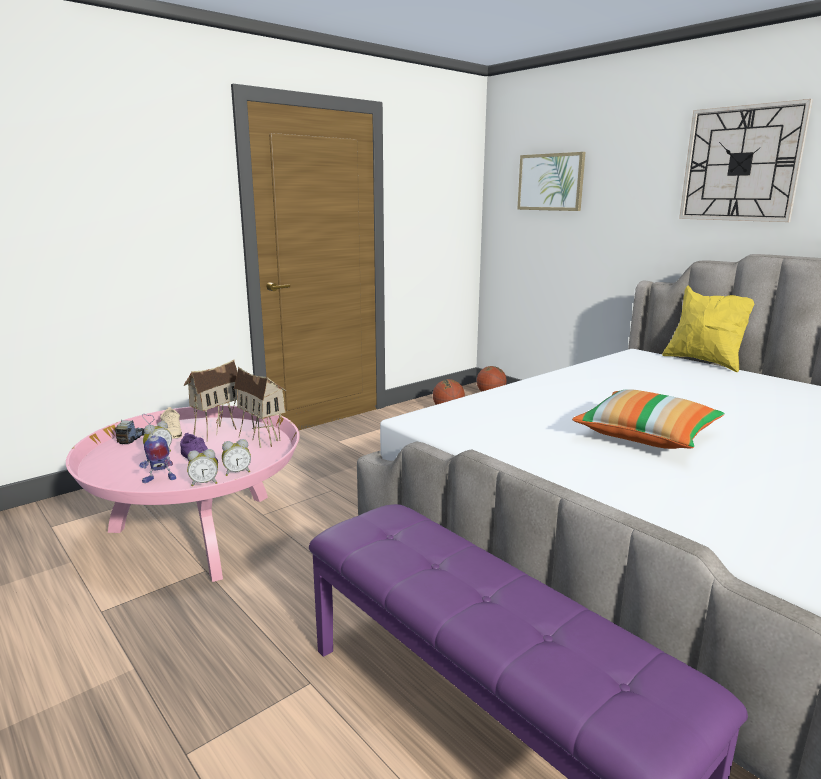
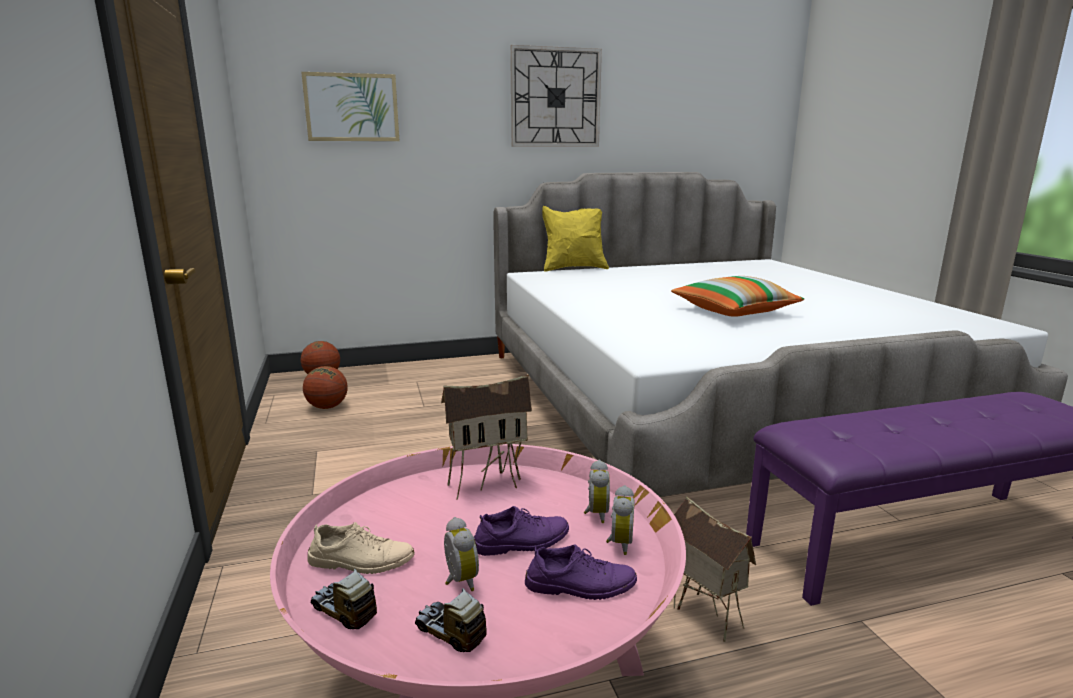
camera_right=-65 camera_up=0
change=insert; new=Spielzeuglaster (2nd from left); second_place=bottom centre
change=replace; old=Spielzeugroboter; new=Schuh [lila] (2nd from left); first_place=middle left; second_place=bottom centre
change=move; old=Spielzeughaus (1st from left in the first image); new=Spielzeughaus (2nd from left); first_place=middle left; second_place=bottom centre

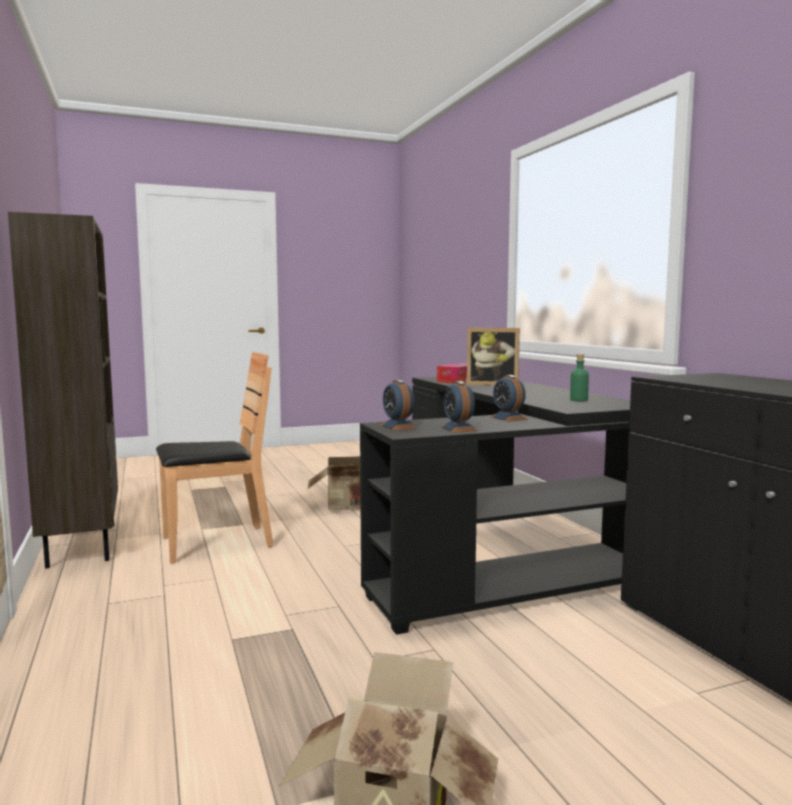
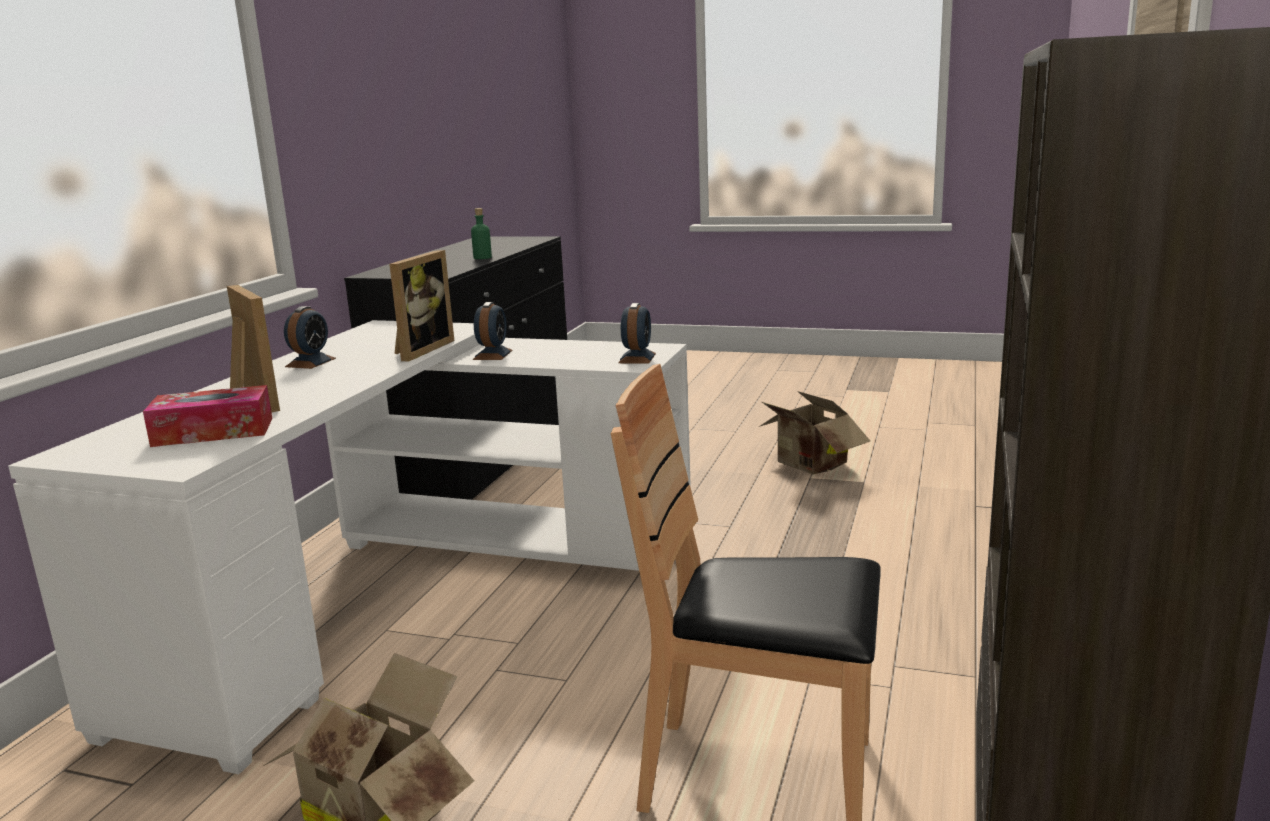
camera_right=-140 camera_up=10
change=recolor; old=Schreibtisch [schwarz]; new=Schreibtisch [weiß]; first_place=centre; second_place=middle left
change=move; old=Wecker (2nd from left in the first image); new=Wecker (1st from left); first_place=centre; second_place=middle left
change=insert; new=Bilderrahmen (2nd from left); second_place=middle left
change=move; old=Flasche [grün]; first_place=middle right; second_place=top centre

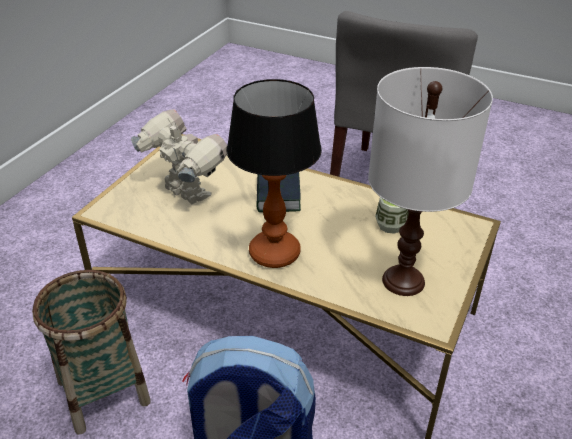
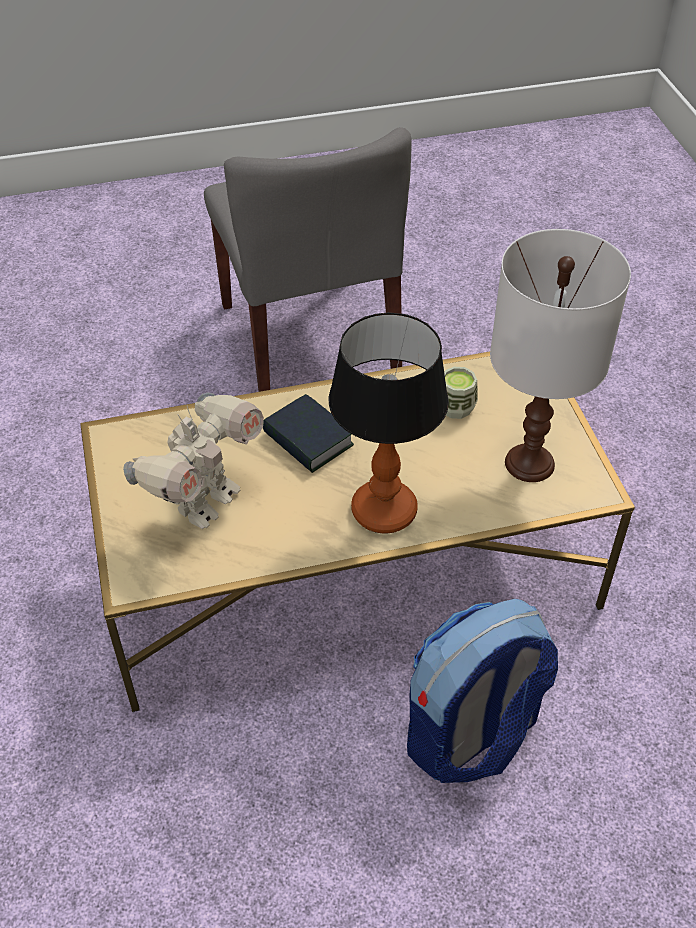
camera_right=-40 camera_up=10
change=rotate; old=Spielzeugroboter; first_place=middle left; second_place=middle left; degrees=120
change=delete; old=Korb; first_place=bottom left

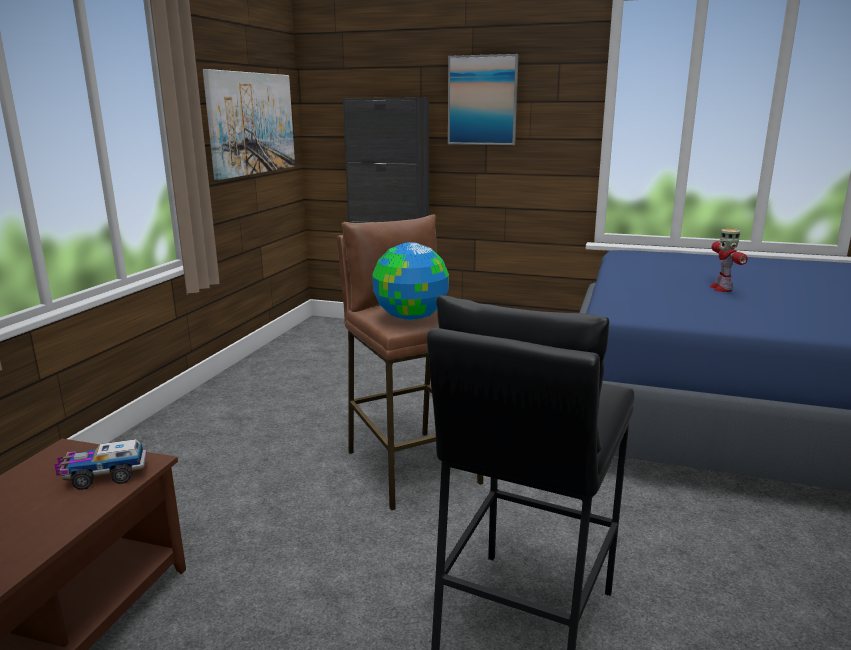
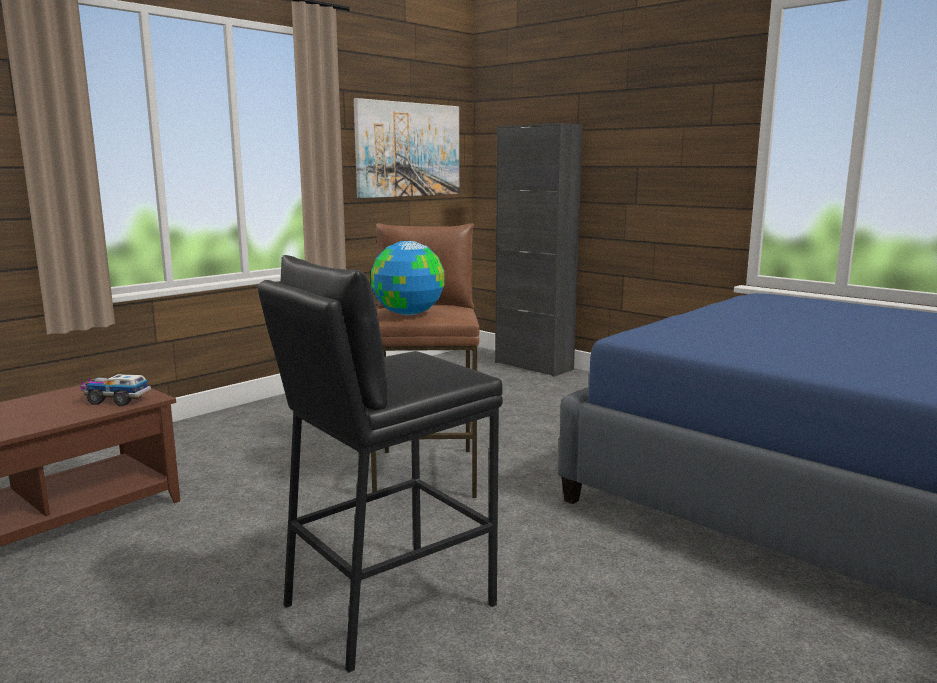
camera_right=25 camera_up=-5
change=delete; old=Bild (2nd from left); first_place=top centre
change=delete; old=Spielzeugroboter; first_place=middle right

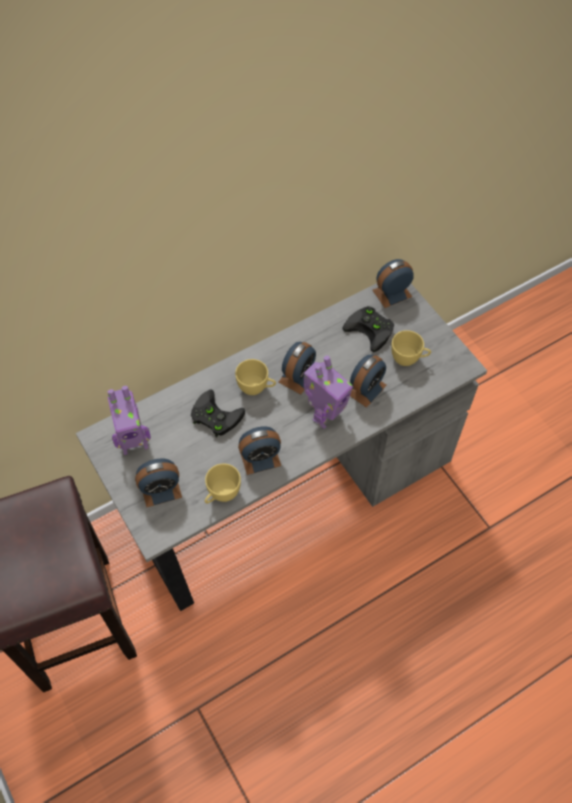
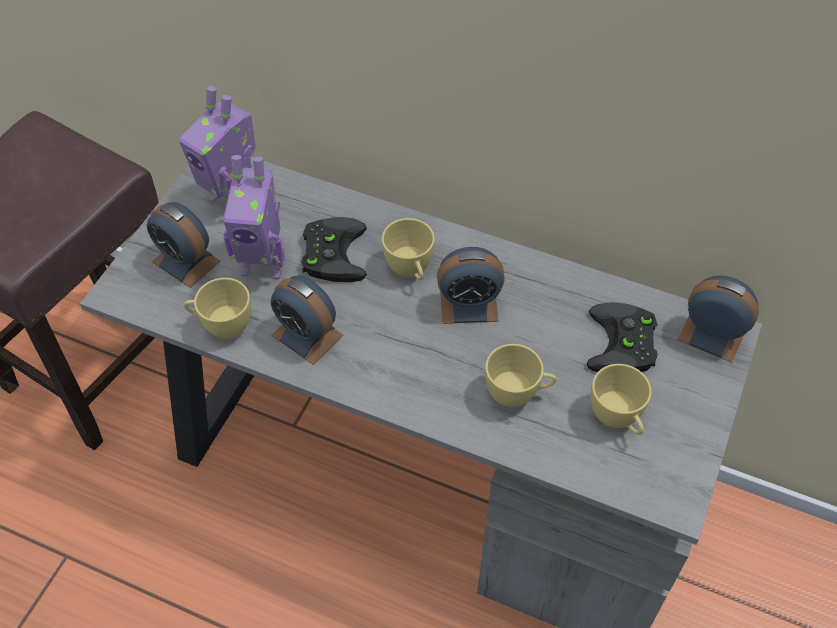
camera_right=55 camera_up=-5
change=move; old=Spielzeugroboter (2nd from left); first_place=centre; second_place=middle left
change=replace; old=Wecker (4th from left); new=Tasse [gelb] (3rd from left); first_place=centre; second_place=centre

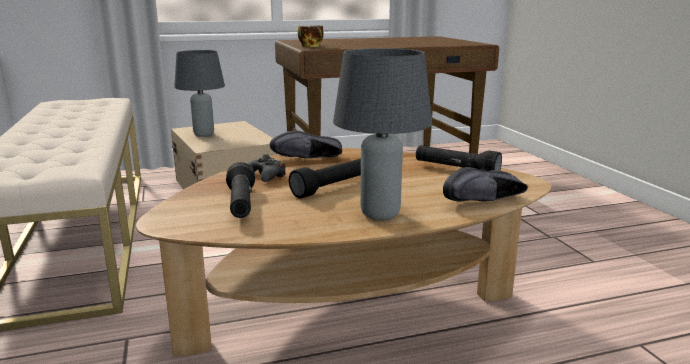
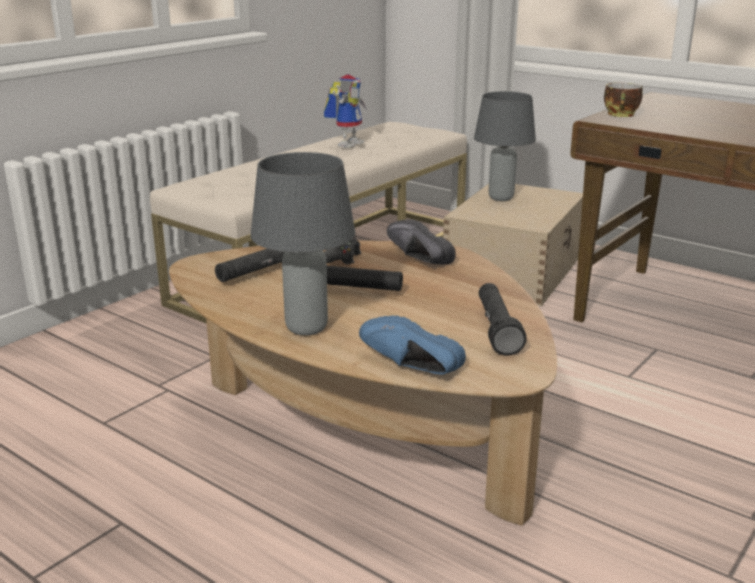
camera_right=55 camera_up=5
change=insert; new=Spielzeugroboter; second_place=top centre
change=recolor; old=Schuh [schwarz] (2nd from left); new=Schuh [blau]; first_place=middle right; second_place=centre

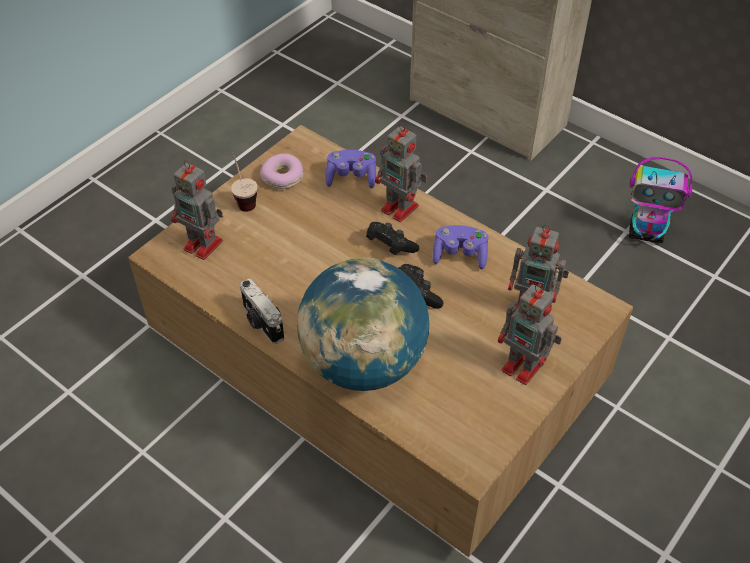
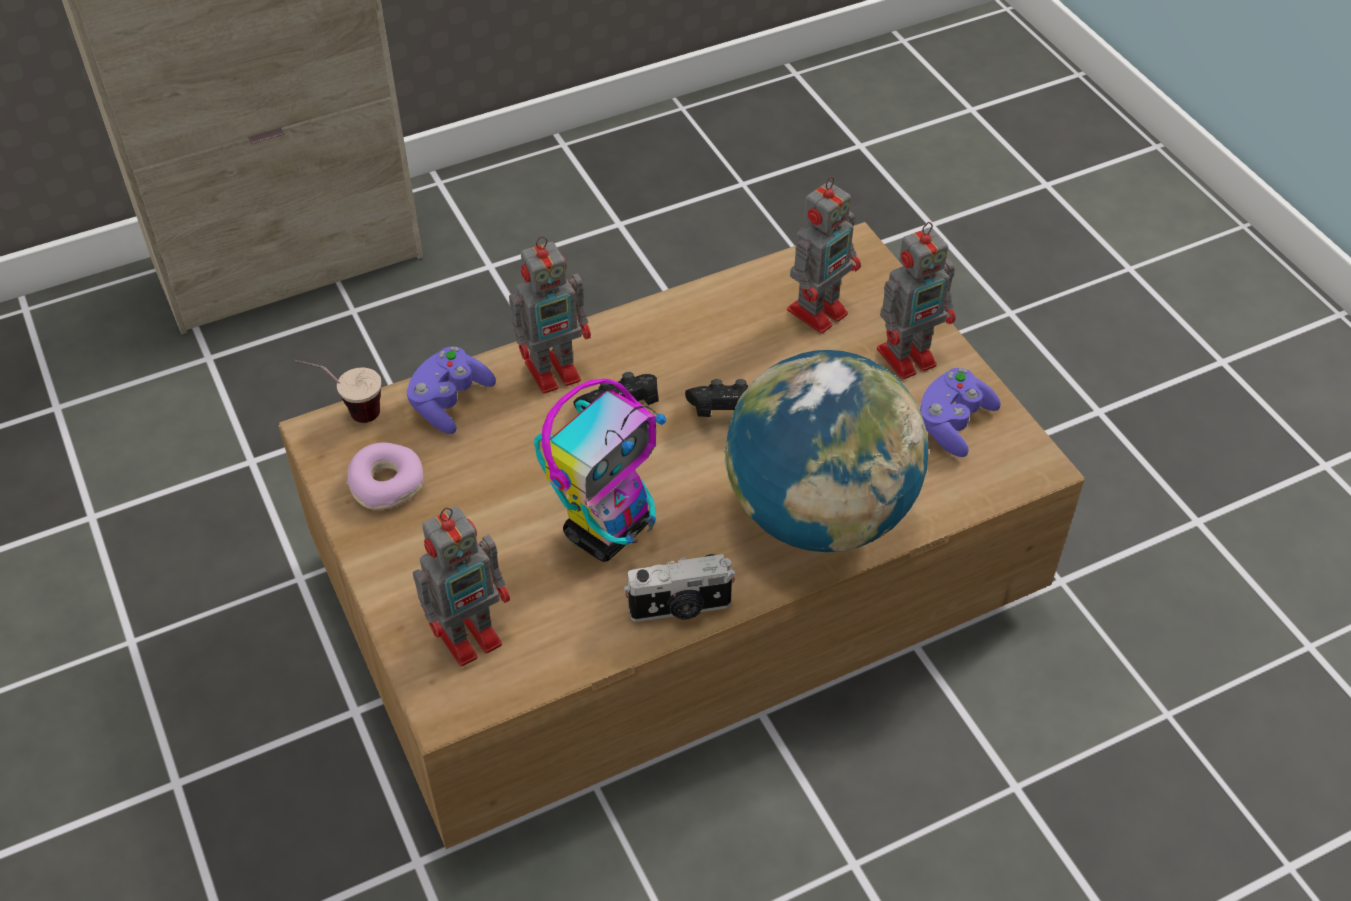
camera_right=-65 camera_up=0
change=move; old=Tasse; first_place=top left; second_place=middle left
change=move; old=Spielzeugroboter (5th from left in the first image); new=Spielzeugroboter (3rd from left); first_place=middle right; second_place=centre
change=move; old=Gamepad [lila] (2nd from left); first_place=centre; second_place=middle right

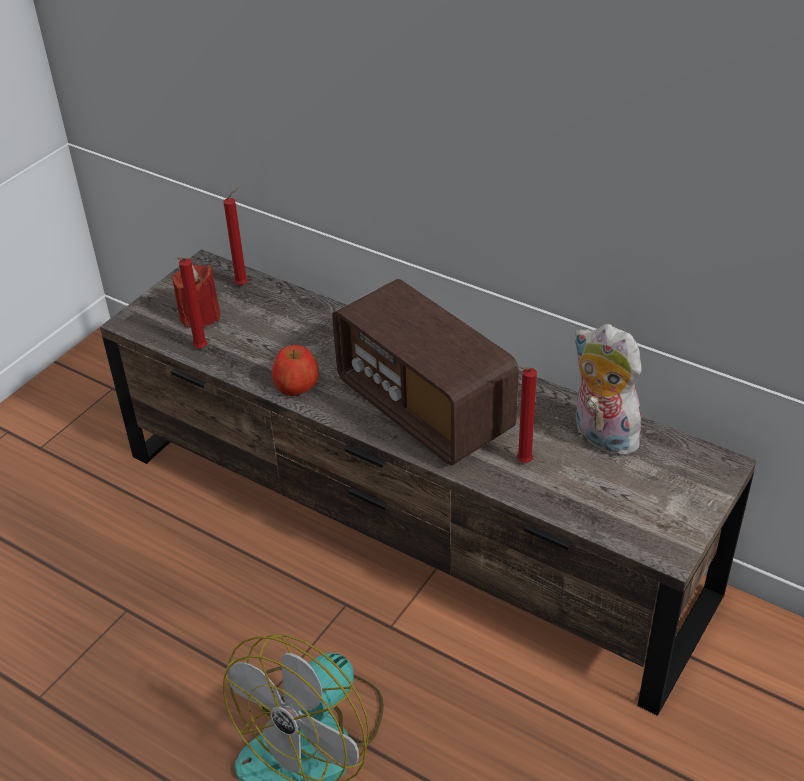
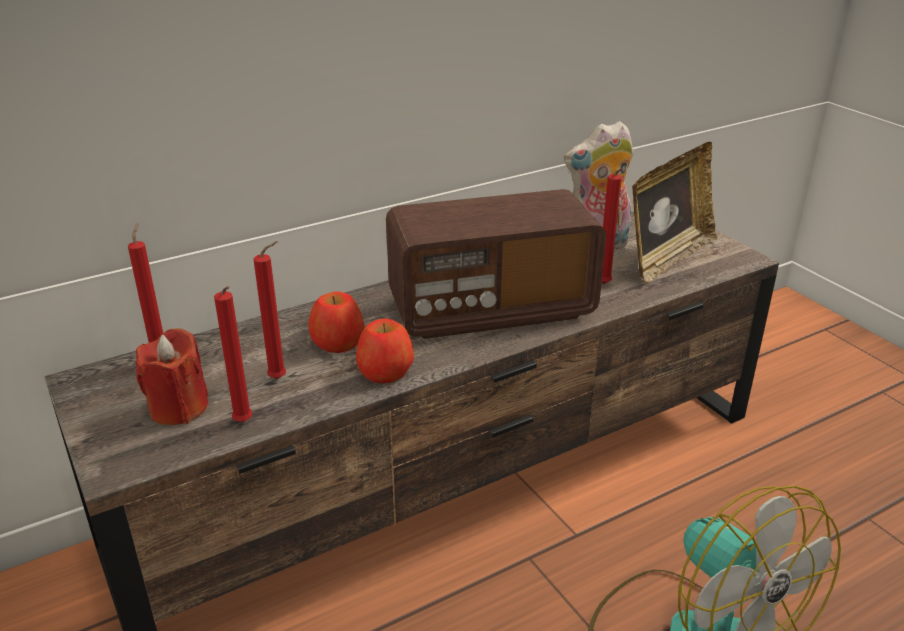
camera_right=-65 camera_up=-10
change=insert; new=Kerze [rot] (4th from left); second_place=middle left
change=insert; new=Apfel (1st from left); second_place=centre
change=insert; new=Bilderrahmen; second_place=middle right

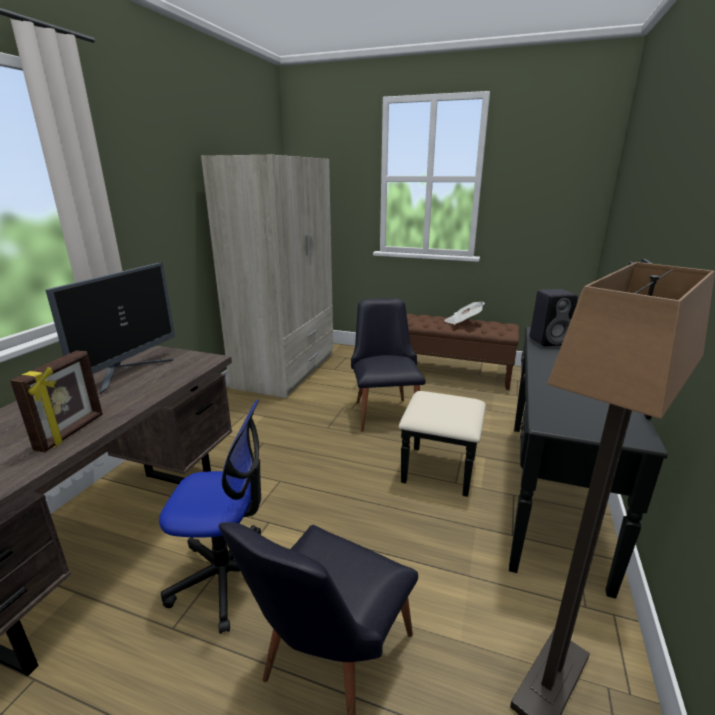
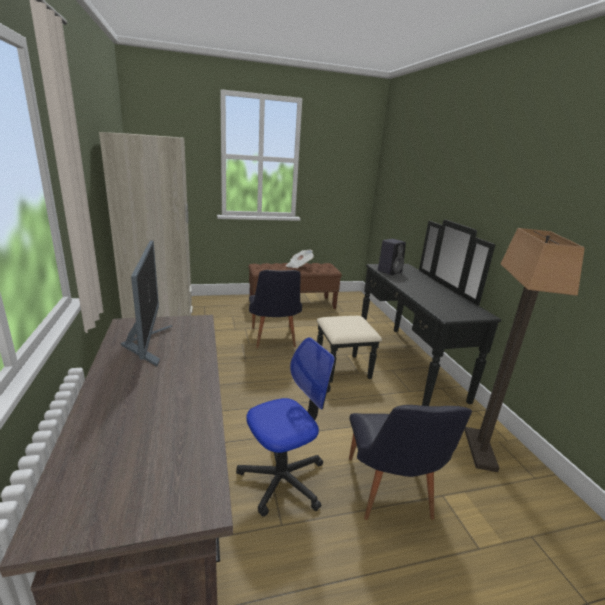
camera_right=-35 camera_up=0
change=rotate; old=Stuhl [schwarz] (2nd from left in the first image); first_place=centre; second_place=centre; degrees=-150
change=delete; old=Bilderrahmen; first_place=middle left

